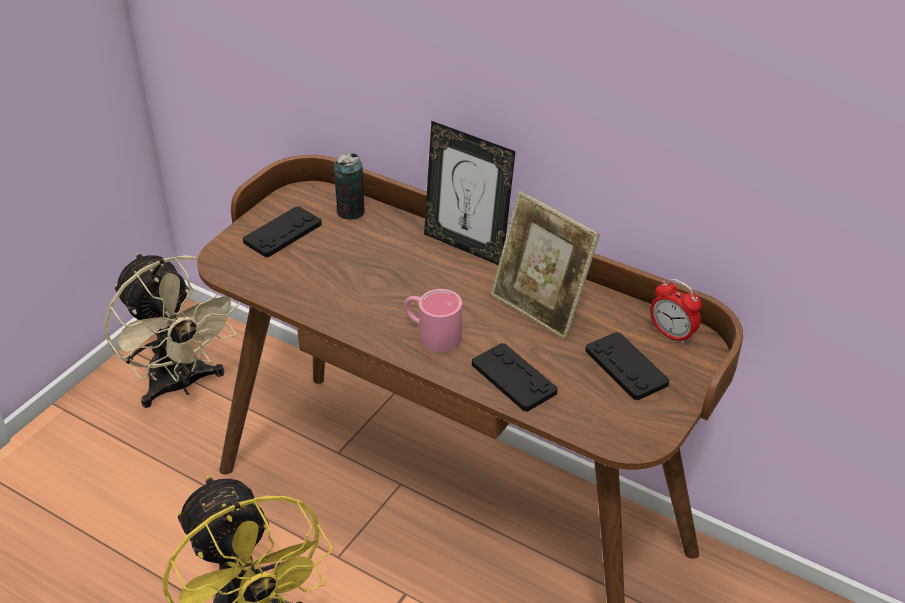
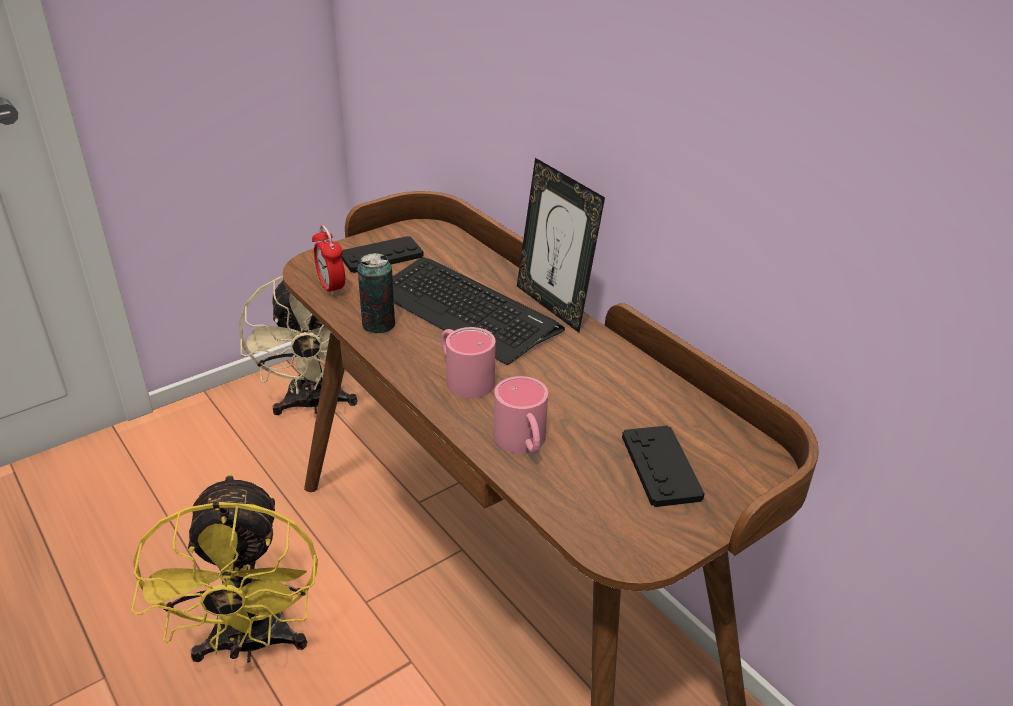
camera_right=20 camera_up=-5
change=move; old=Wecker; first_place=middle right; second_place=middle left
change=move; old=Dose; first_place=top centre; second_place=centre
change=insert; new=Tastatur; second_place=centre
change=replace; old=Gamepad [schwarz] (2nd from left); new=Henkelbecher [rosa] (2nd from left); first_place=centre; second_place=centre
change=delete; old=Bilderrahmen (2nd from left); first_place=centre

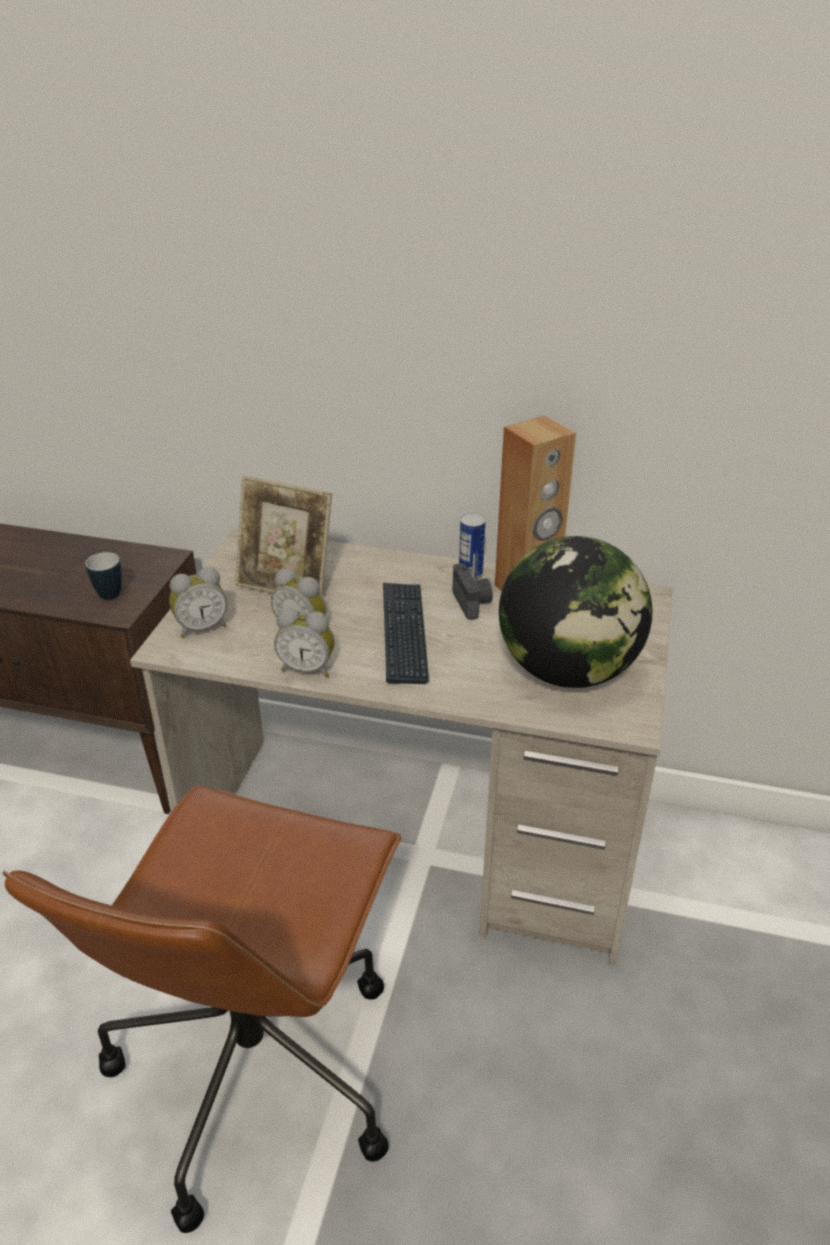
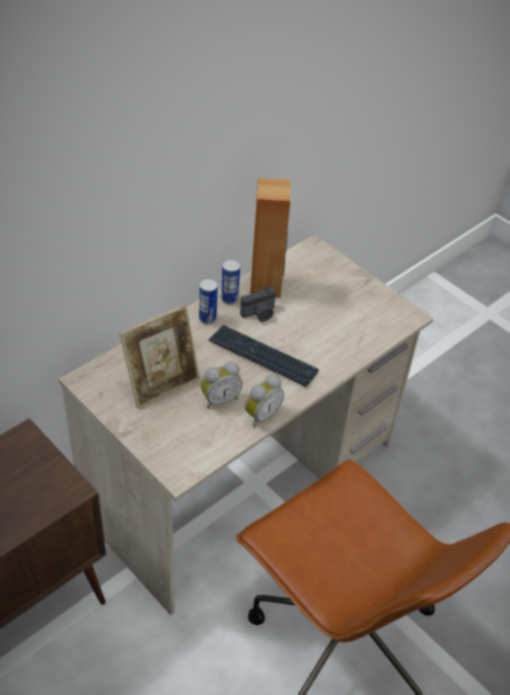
camera_right=-60 camera_up=10
change=insert; new=Dose (1st from left); second_place=centre
change=rotate; old=Kamera; first_place=centre; second_place=centre; degrees=135
change=delete; old=Henkelbecher; first_place=middle left
change=delete; old=Wecker (1st from left); first_place=middle left
change=delete; old=Globus; first_place=middle right

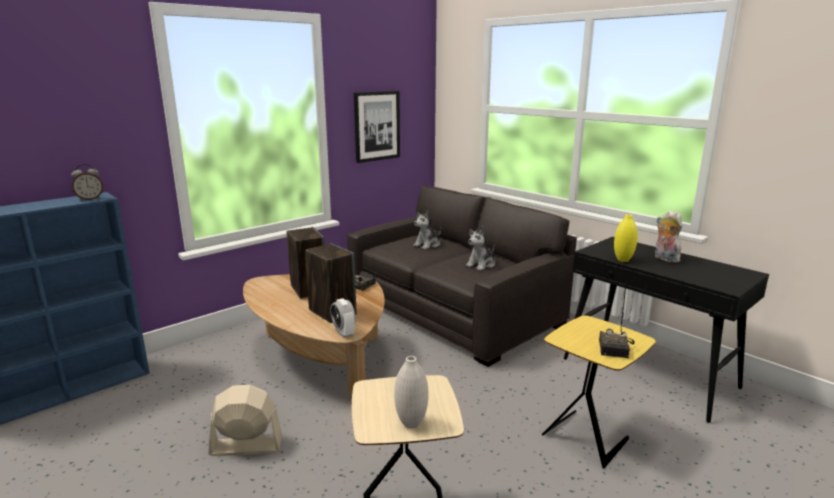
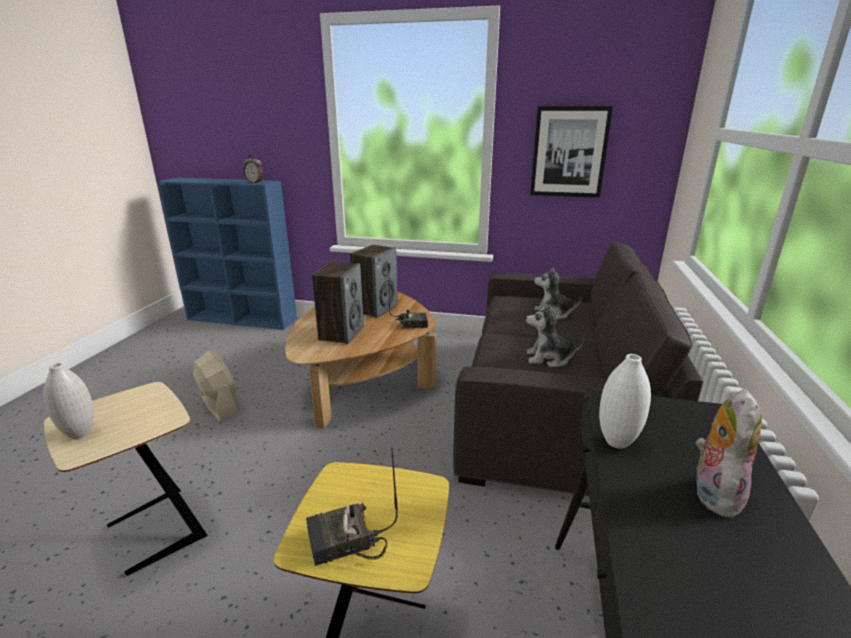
camera_right=55 camera_up=5
change=recolor; old=Vase [gelb]; new=Vase [weiß] (2nd from left); first_place=middle right; second_place=middle right
change=delete; old=Wecker (2nd from left); first_place=centre

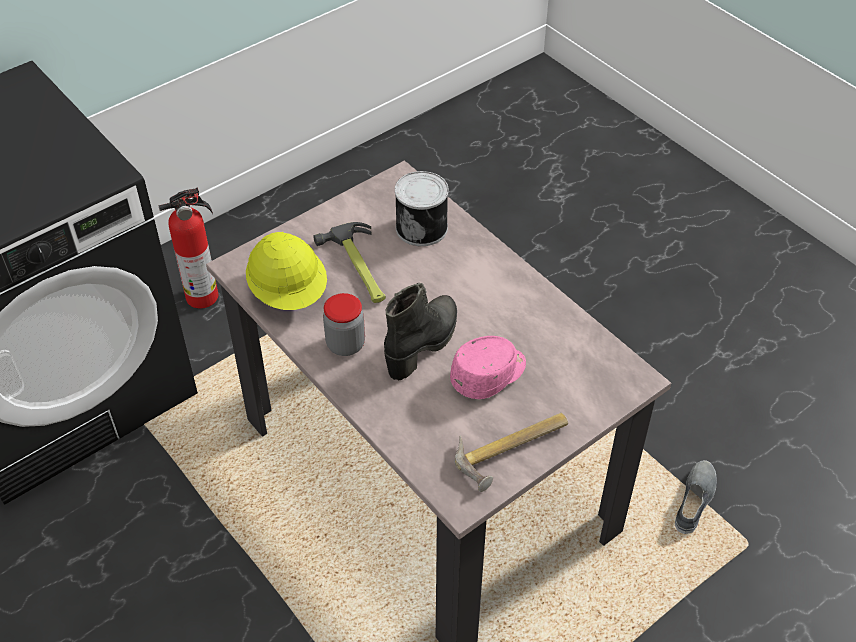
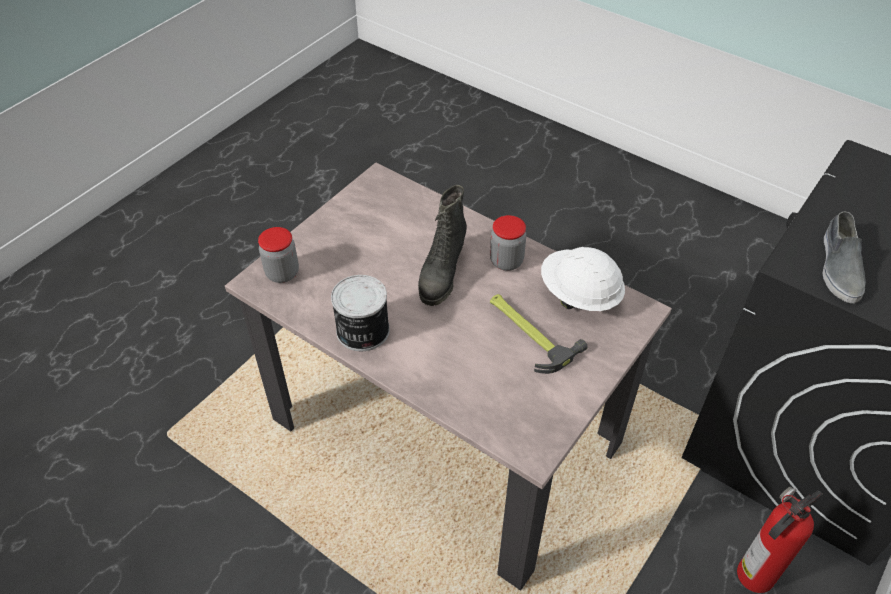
camera_right=165 camera_up=0
change=insert; new=Vorratsglas (1st from left); second_place=middle left
change=move; old=Dose; first_place=top centre; second_place=centre
change=recolor; old=Schutzhelm [gelb]; new=Schutzhelm [weiß]; first_place=centre; second_place=centre
change=move; old=Schuh [grau]; first_place=bottom right; second_place=middle right
change=delete; old=Kappe [rosa]; first_place=centre
change=delete; old=Hammer (2nd from left); first_place=bottom centre

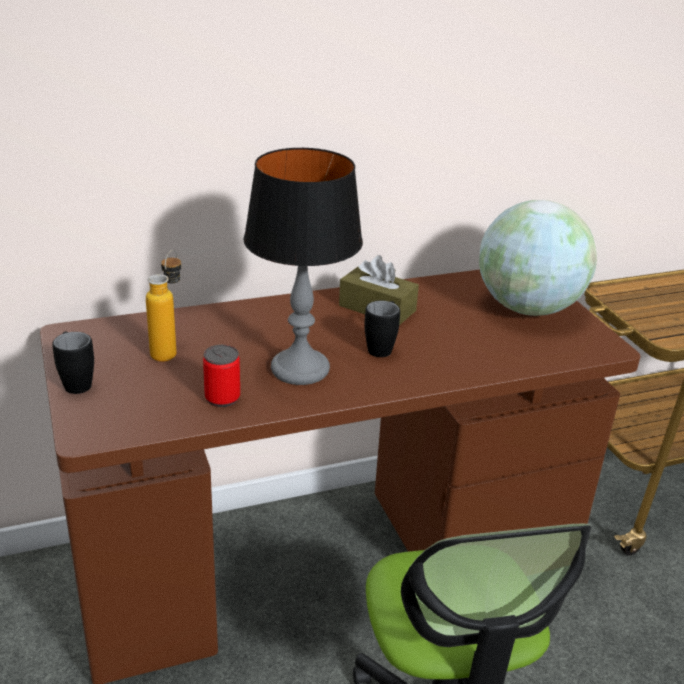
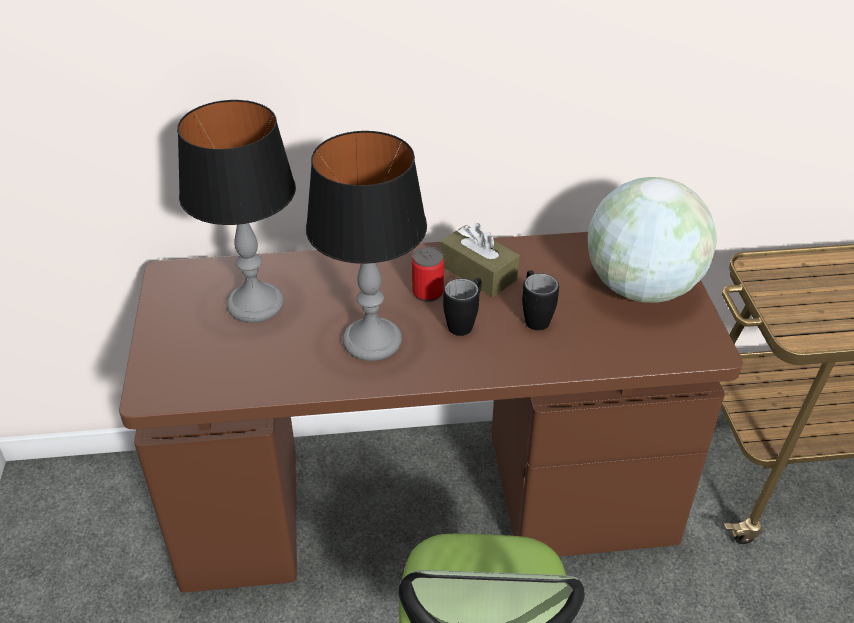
camera_right=15 camera_up=10
change=replace; old=Flasche; new=Tischlampe (1st from left); first_place=middle left; second_place=middle left
change=move; old=Dose; first_place=middle left; second_place=centre
change=move; old=Henkelbecher [schwarz] (1st from left in the first image); new=Henkelbecher [schwarz] (2nd from left); first_place=middle left; second_place=centre

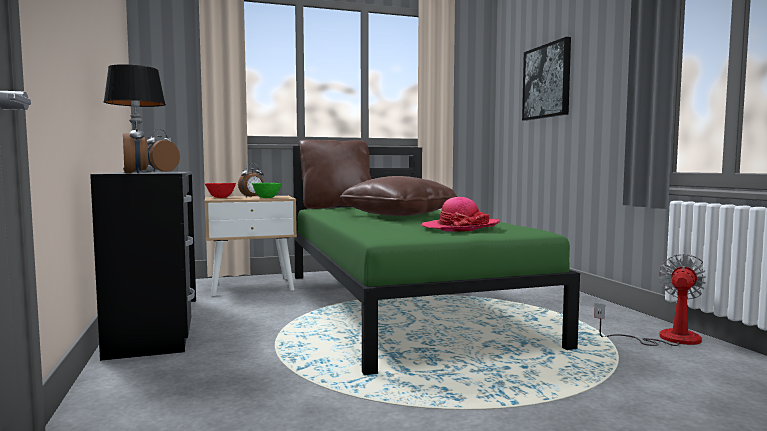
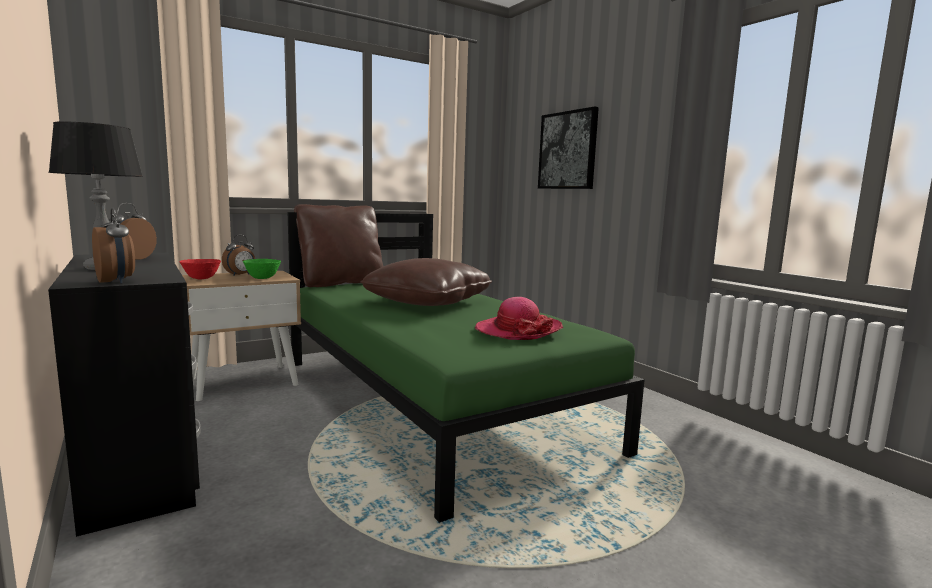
camera_right=-15 camera_up=5
change=delete; old=Ventilator; first_place=bottom right

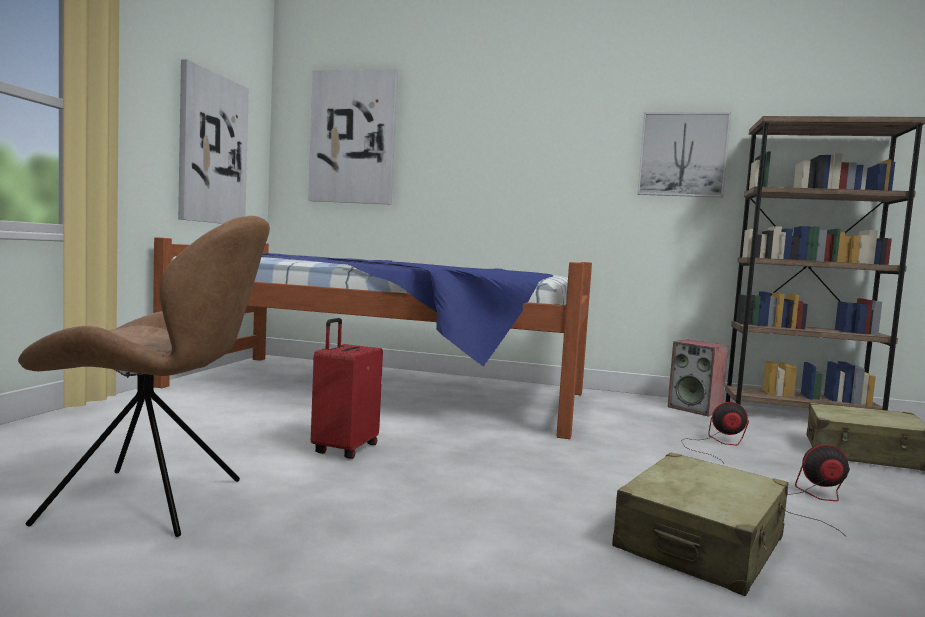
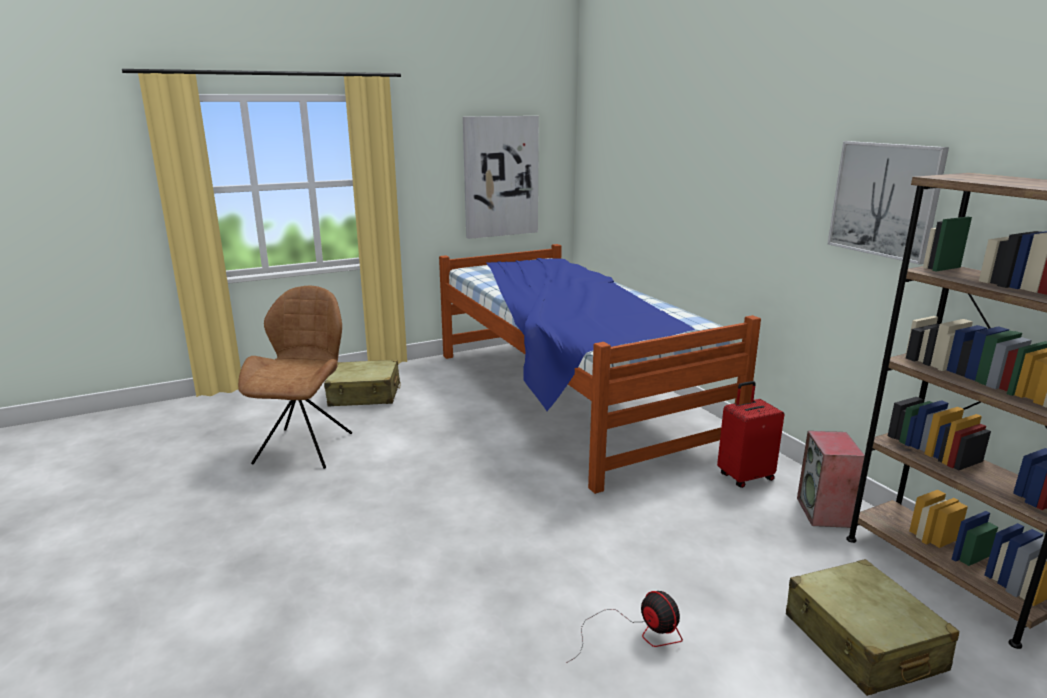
camera_right=50 camera_up=15
change=rotate; old=Stuhl [braun]; first_place=middle left; second_place=middle left; degrees=-135
change=move; old=Koffer [beige] (1st from left); first_place=bottom right; second_place=centre
change=move; old=Koffer [rot]; first_place=centre; second_place=middle right
change=delete; old=Bild (2nd from left); first_place=top centre
change=delete; old=Ventilator (1st from left); first_place=bottom right

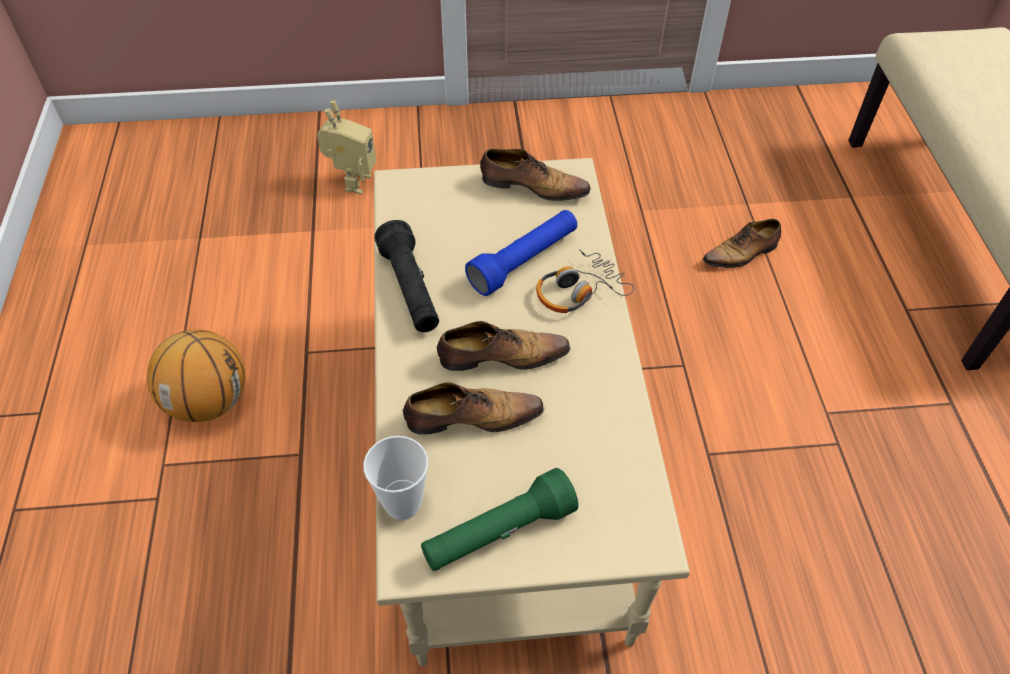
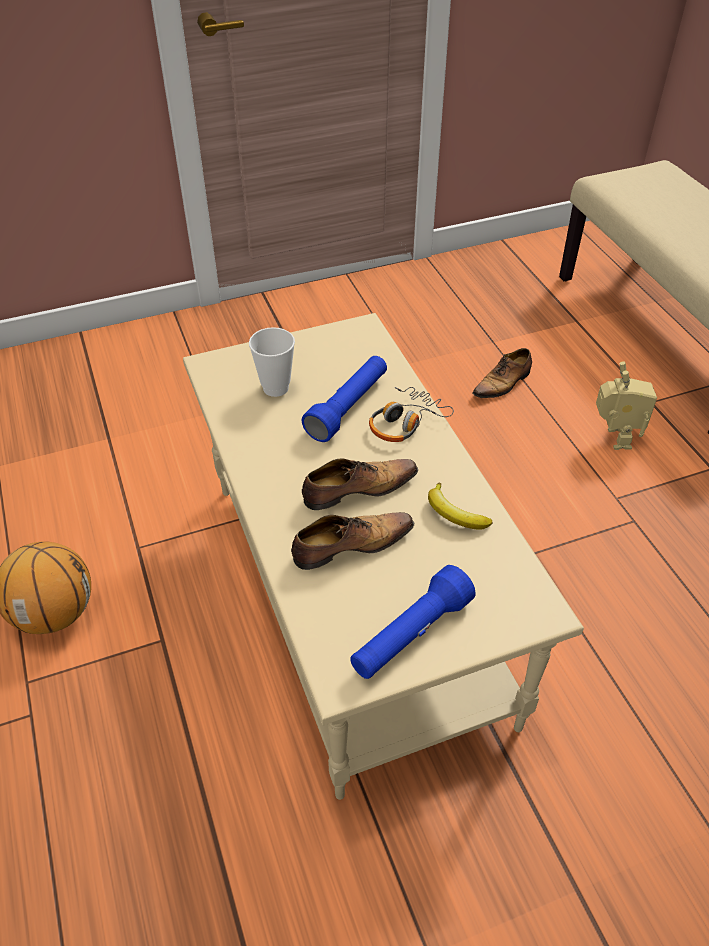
camera_right=-15 camera_up=-5
change=move; old=Tasse; first_place=bottom centre; second_place=centre
change=recolor; old=Taschenlampe [grün]; new=Taschenlampe [blau] (2nd from left); first_place=bottom centre; second_place=centre
change=insert; new=Banane; second_place=centre
change=move; old=Spielzeugroboter; first_place=top centre; second_place=middle right
change=delete; old=Taschenlampe [schwarz]; first_place=centre
change=delete; old=Schuh (3rd from left); first_place=top centre

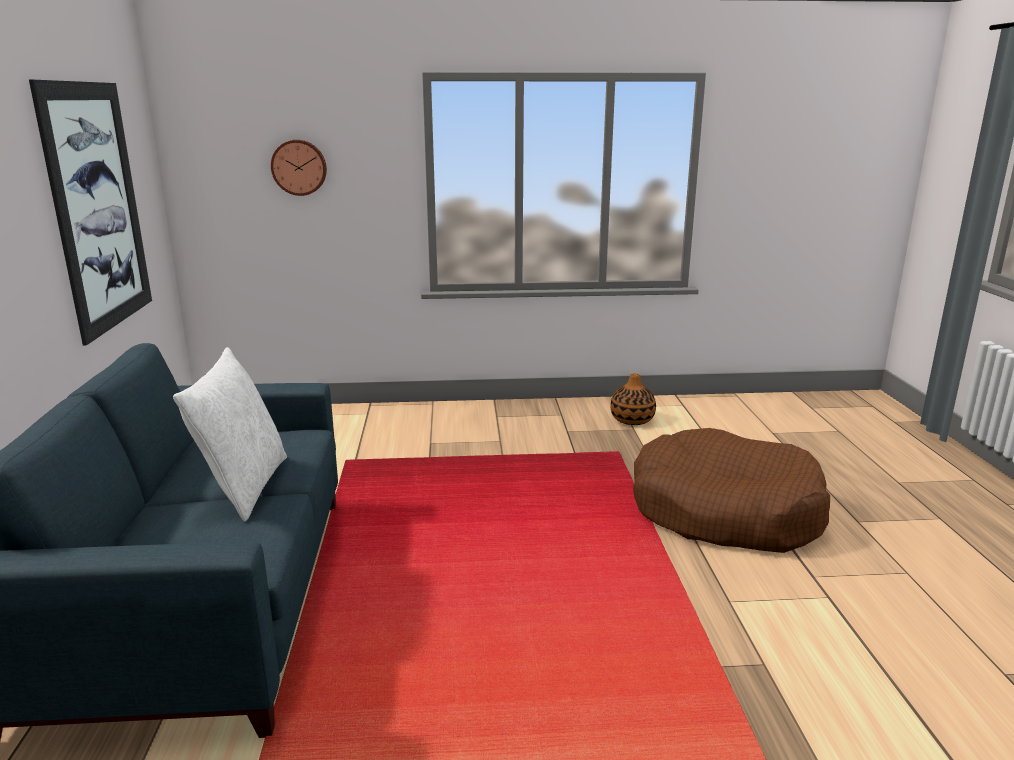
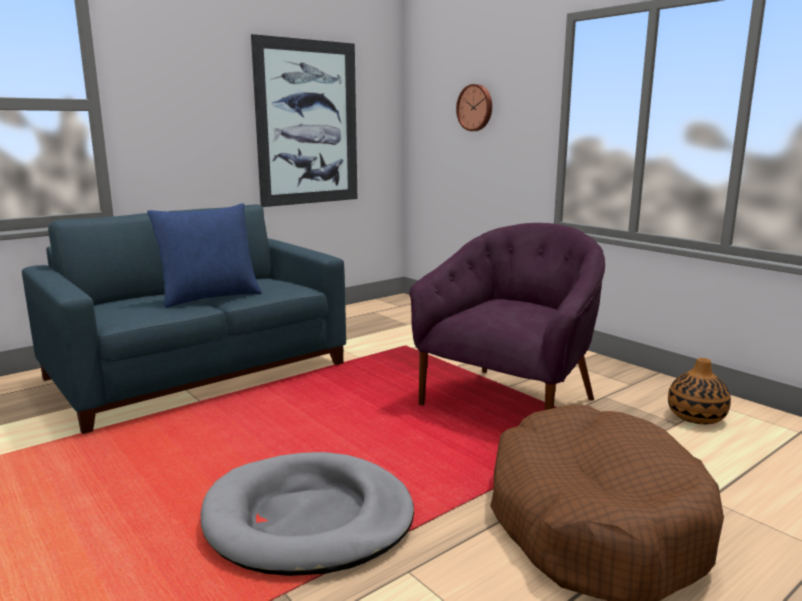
camera_right=55 camera_up=-5
change=recolor; old=Kissen [weiß]; new=Kissen [blau]; first_place=middle left; second_place=middle left
change=insert; new=Hundebett [grau]; second_place=bottom centre
change=insert; new=Sessel [lila]; second_place=centre

